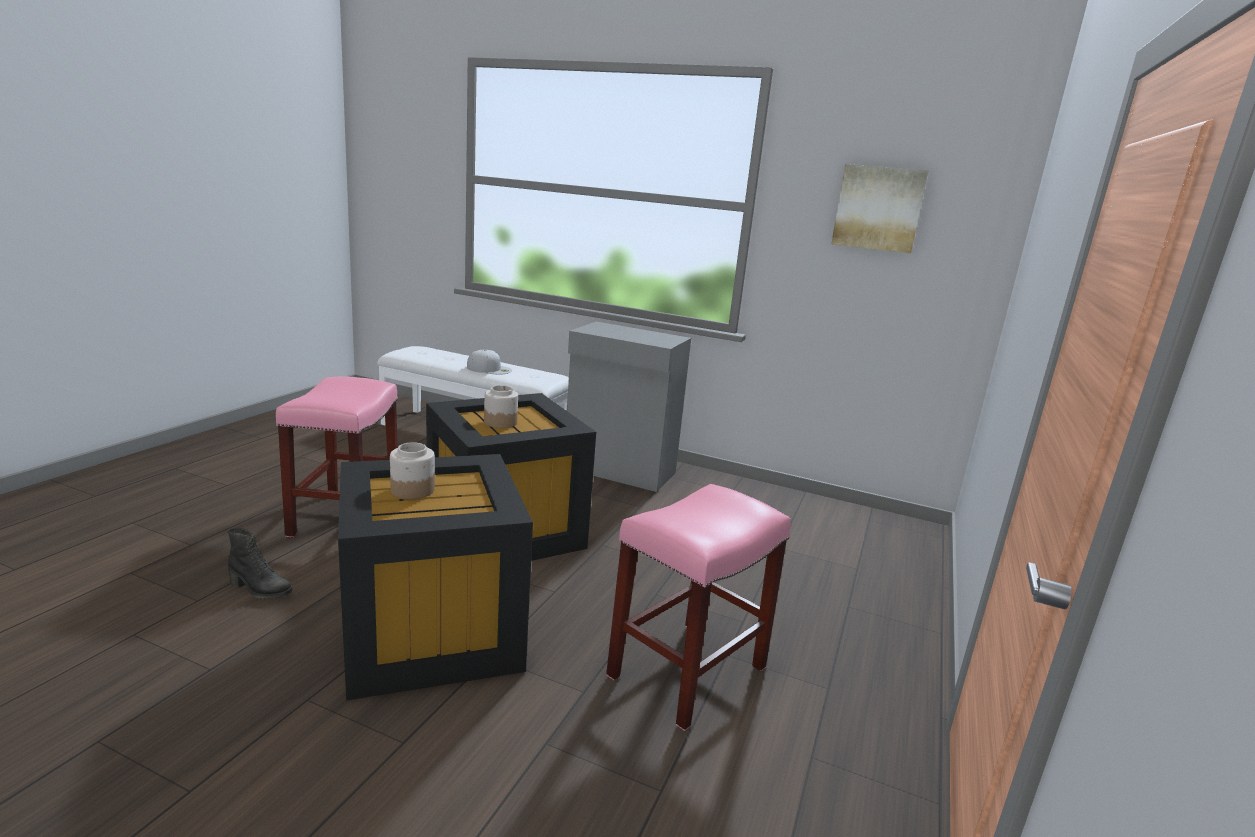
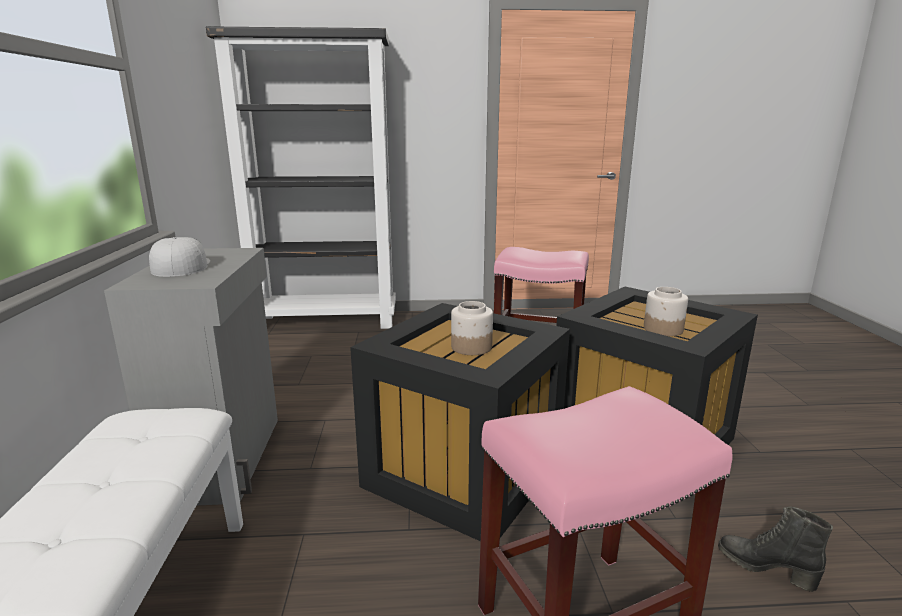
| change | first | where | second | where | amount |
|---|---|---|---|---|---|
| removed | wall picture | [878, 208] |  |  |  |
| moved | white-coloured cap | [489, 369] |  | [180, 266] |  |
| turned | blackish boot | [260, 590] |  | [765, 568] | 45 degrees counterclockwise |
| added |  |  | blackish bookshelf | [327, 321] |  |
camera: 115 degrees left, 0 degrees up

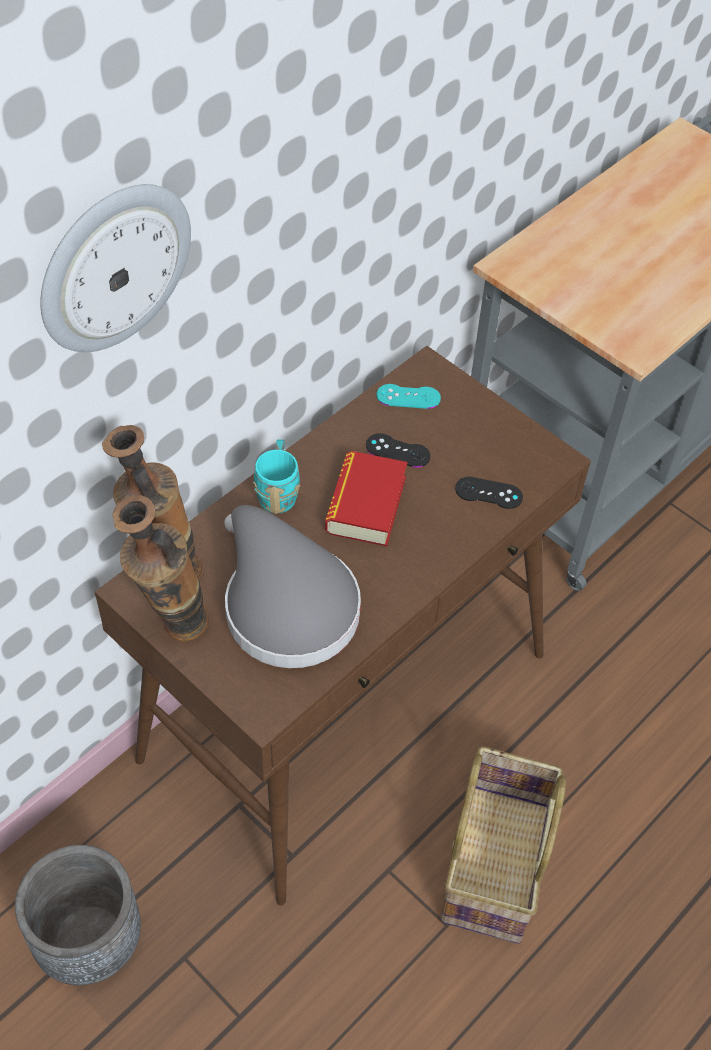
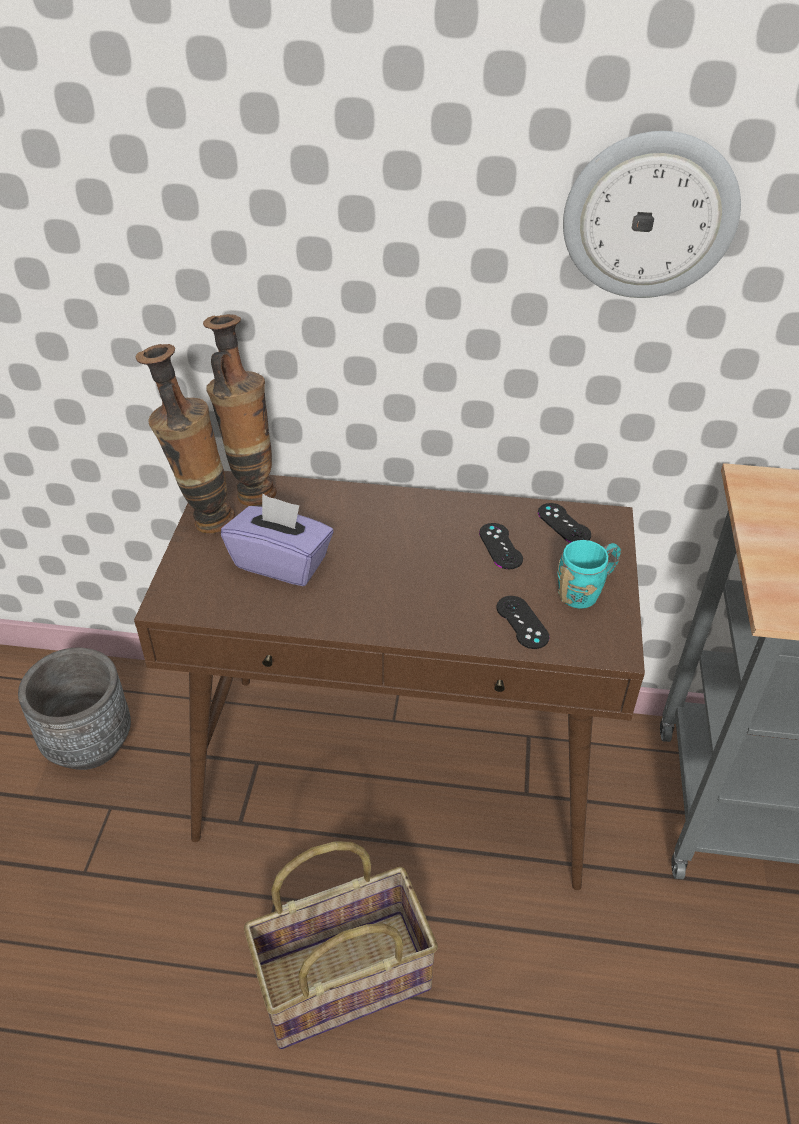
| change | first | where | second | where | amount |
|---|---|---|---|---|---|
| moved | clock on the wall | [113, 267] |  | [649, 216] |  |
| recoloured | turquoise-coloured joypad | [408, 397] | blackish joypad | [564, 524] |  |
| moved | turquoise-coloured tea mug | [278, 491] |  | [585, 591] |  |
| removed | bound book | [366, 504] |  |  |  |
| replaced | gray wearable hat | [285, 603] | purple-coloured tissue box | [281, 562] |  |
camera: 55 degrees right, 10 degrees down

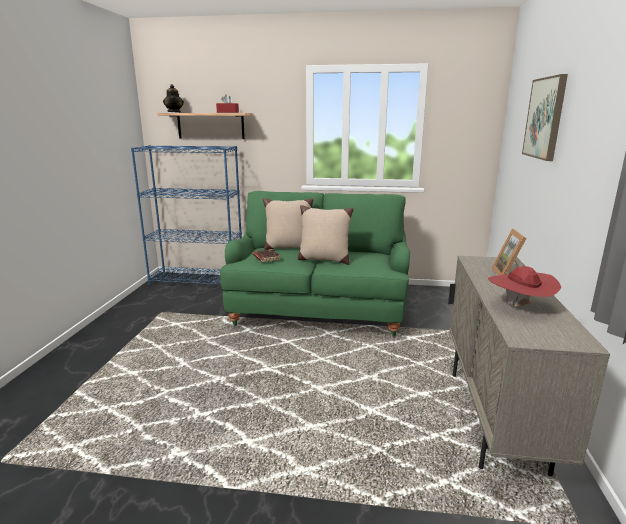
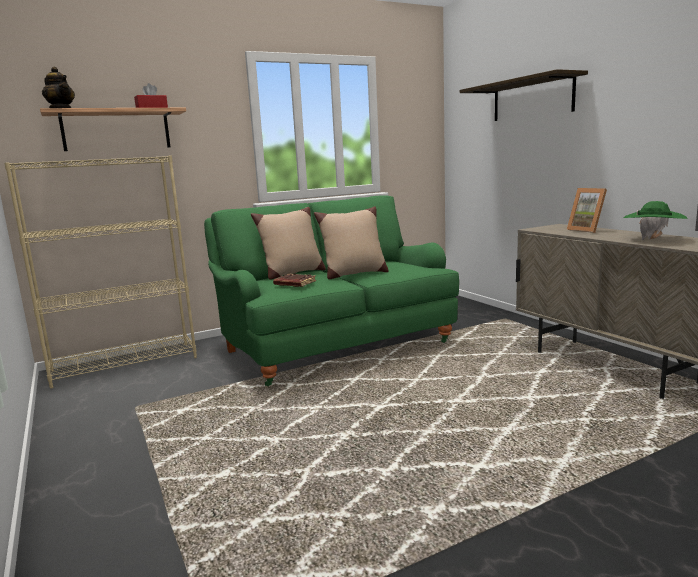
| change | first | where | second | where | amount |
|---|---|---|---|---|---|
| replaced | wall picture | [545, 118] | wall shelf | [532, 99] |  |
| recoloured | blue-coloured bookshelf | [198, 281] | sand-coloured bookshelf | [125, 363] |  |
| recoloured | reddish wearable hat | [519, 307] | green wearable hat | [652, 240] |  |
camera: 35 degrees left, 5 degrees down

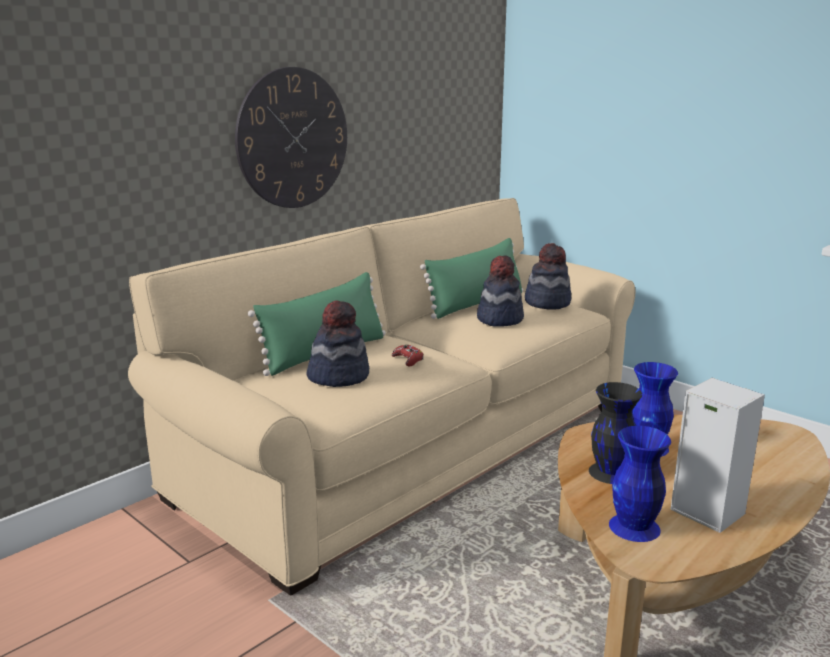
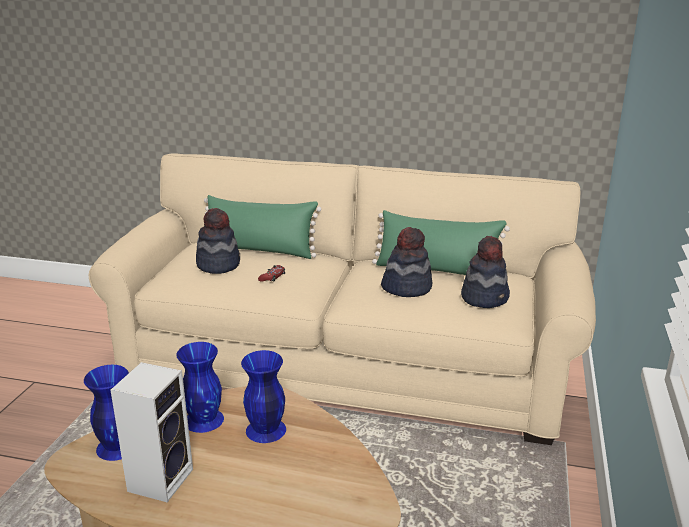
| change | first | where | second | where | amount |
|---|---|---|---|---|---|
| removed | clock on the wall | [293, 138] |  |  |  |
| recoloured | blackish vase | [610, 472] | blue-coloured vase | [203, 419] |  |
camera: 60 degrees right, 5 degrees up

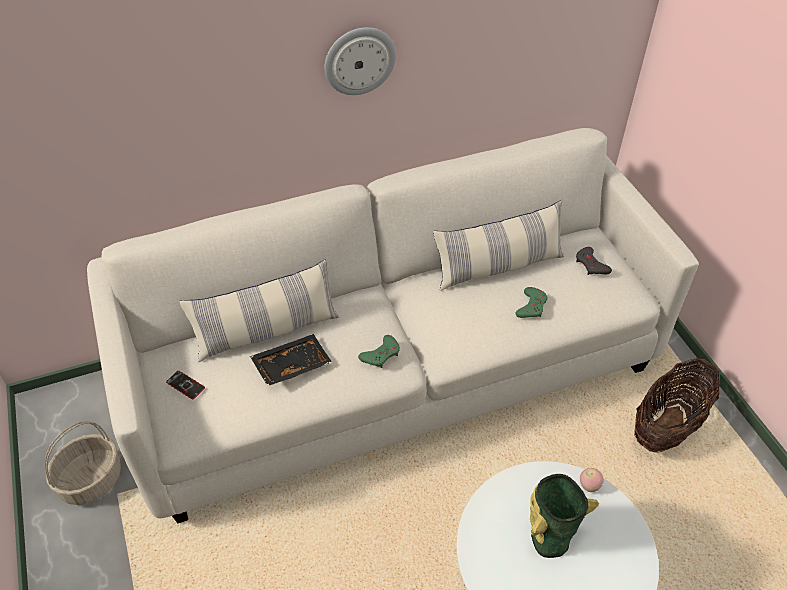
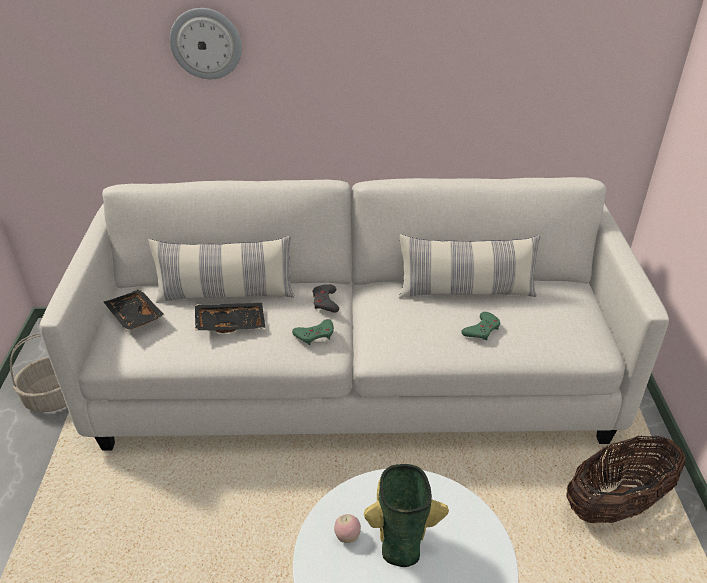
| change | first | where | second | where | amount |
|---|---|---|---|---|---|
| moved | clock on the wall | [359, 60] |  | [206, 43] |  |
| moved | gray joypad | [591, 265] |  | [325, 301] |  |
| replaced | phone | [185, 385] | blackish tray | [134, 317] |  |
| moved | whole apple | [589, 486] |  | [347, 536] |  |
camera: 20 degrees right, 10 degrees down

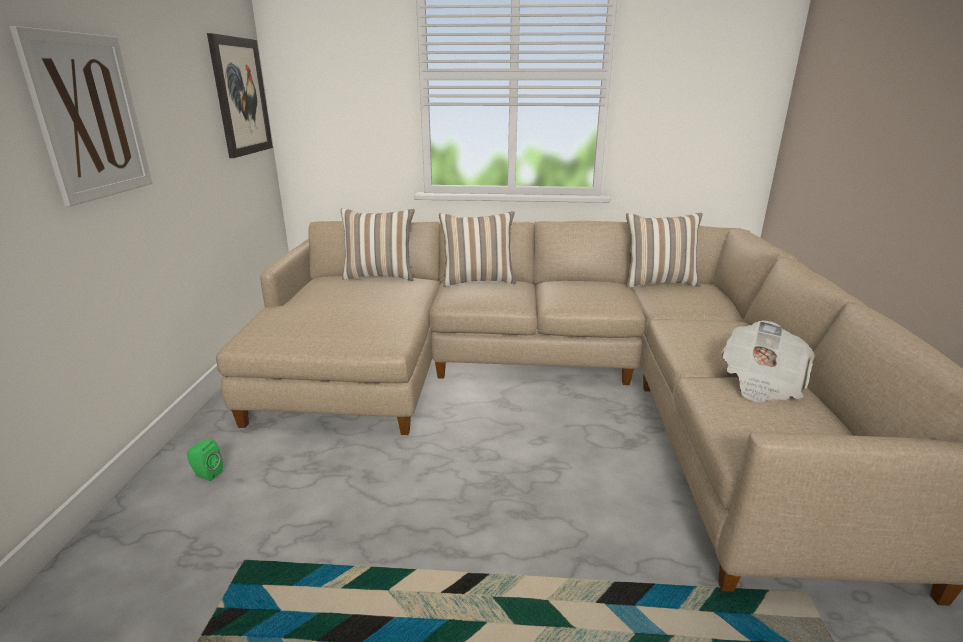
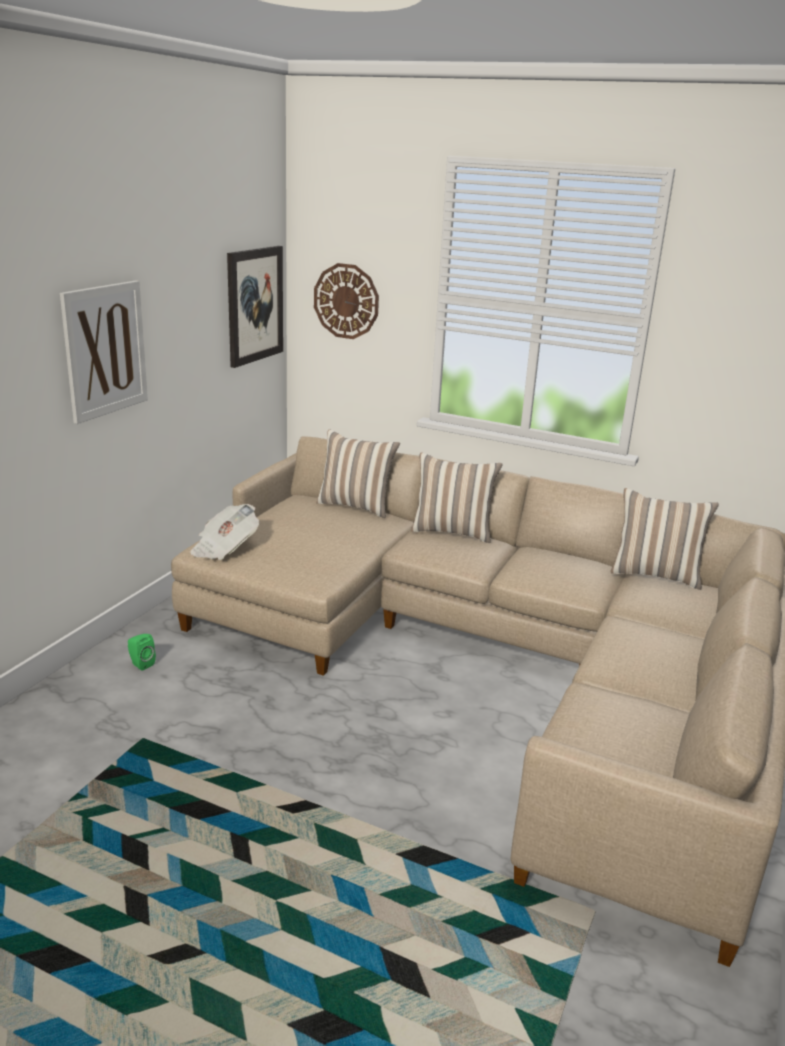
| change | first | where | second | where | amount |
|---|---|---|---|---|---|
| moved | newspaper | [761, 382] |  | [224, 548] |  |
| added |  |  | clock on the wall | [346, 301] |  |
camera: 20 degrees right, 0 degrees up

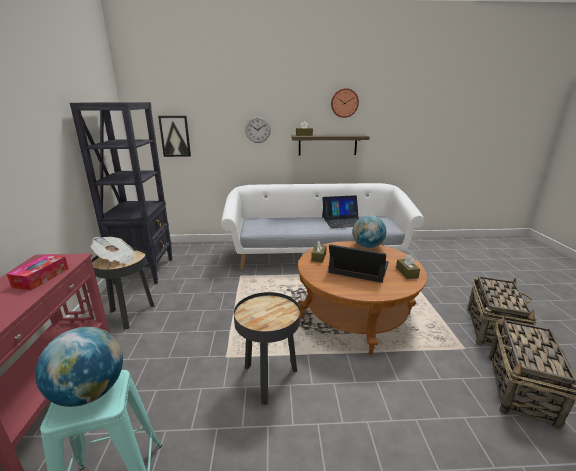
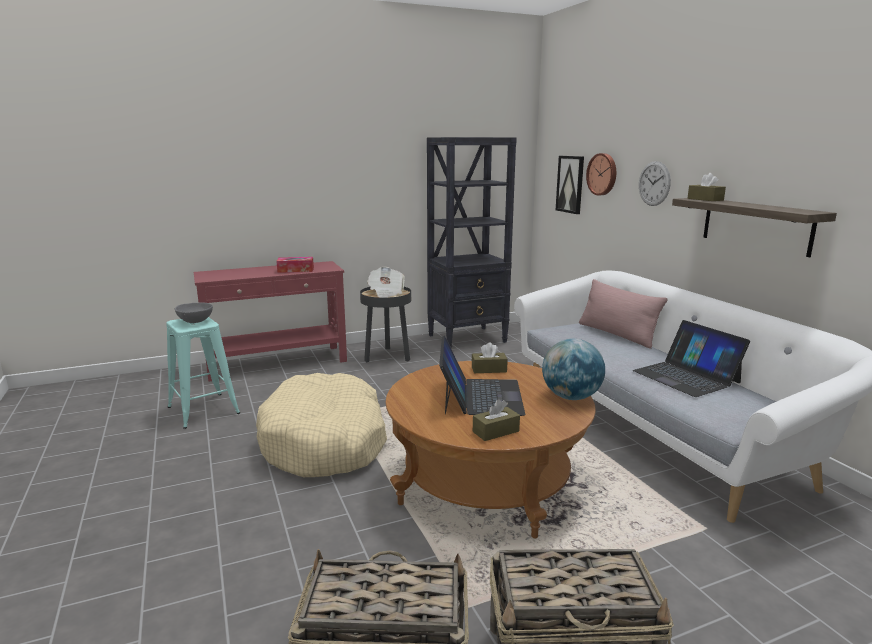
| change | first | where | second | where | amount |
|---|---|---|---|---|---|
| moved | clock on the wall | [344, 103] |  | [603, 174] |  |
| replaced | blackish side table | [268, 379] | sand-coloured dog bed | [325, 442] |  |
| replaced | globe | [90, 392] | gray serving bowl | [195, 322] |  |
| added |  |  | pinkish cushion | [616, 334] |  |
camera: 70 degrees right, 5 degrees down

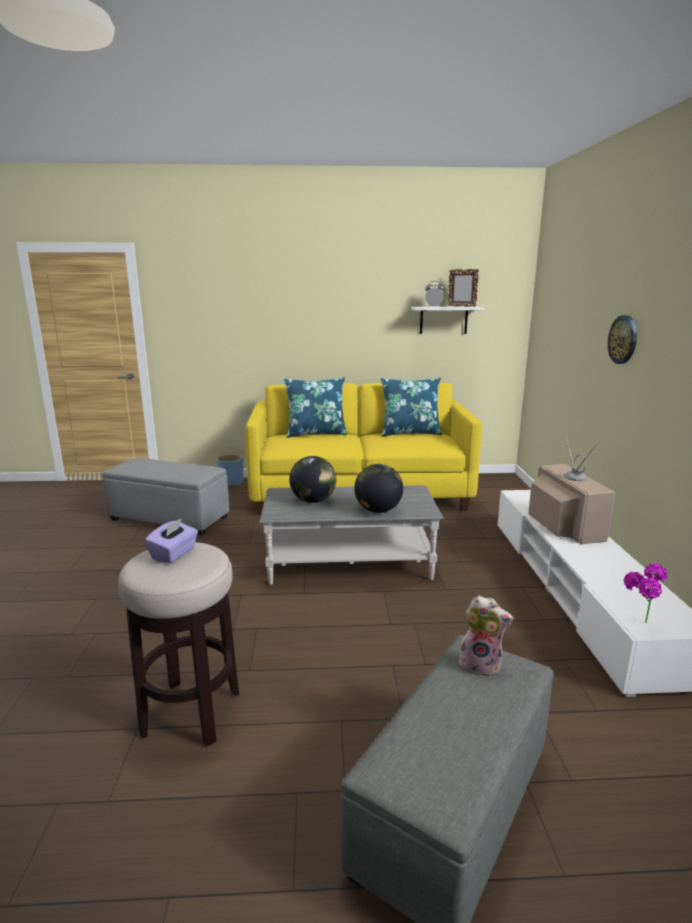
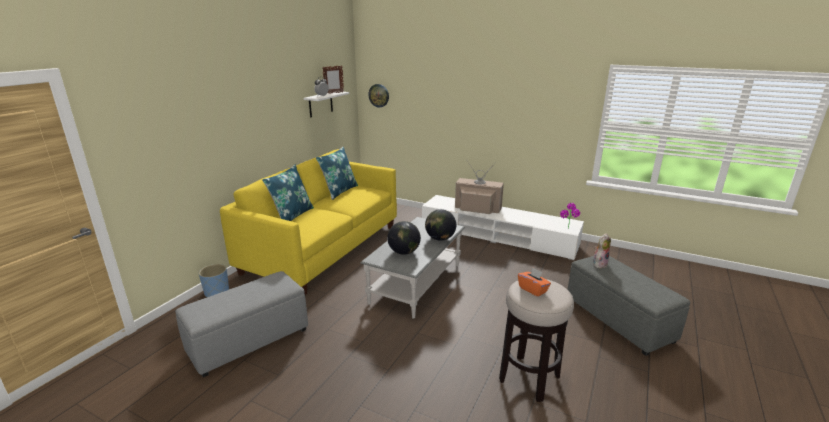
| change | first | where | second | where | amount |
|---|---|---|---|---|---|
| moved | clock on the wall | [623, 339] |  | [379, 95] |  |
| recoloured | purple-coloured tissue box | [174, 554] | orange tissue box | [533, 289] |  |
camera: 60 degrees left, 5 degrees up

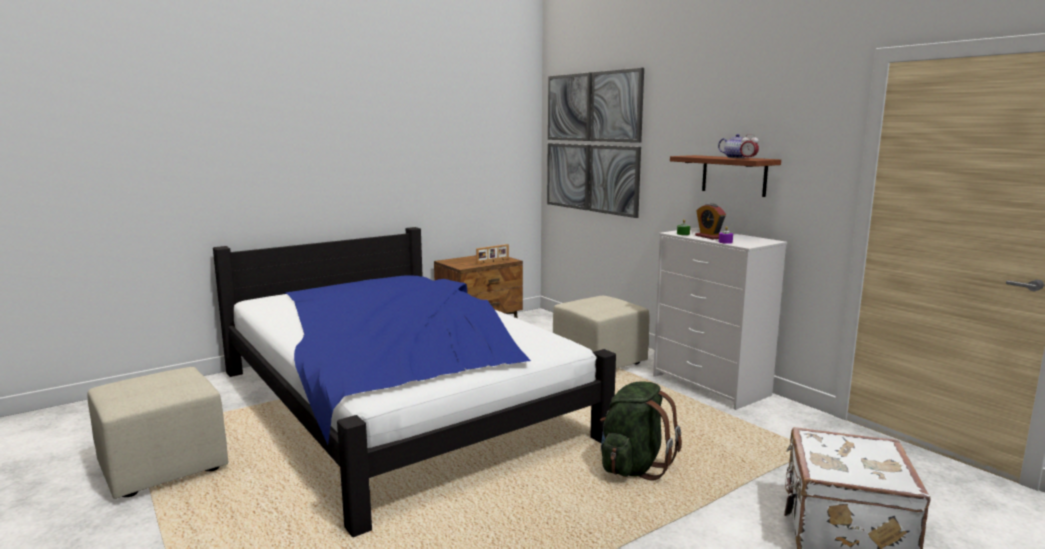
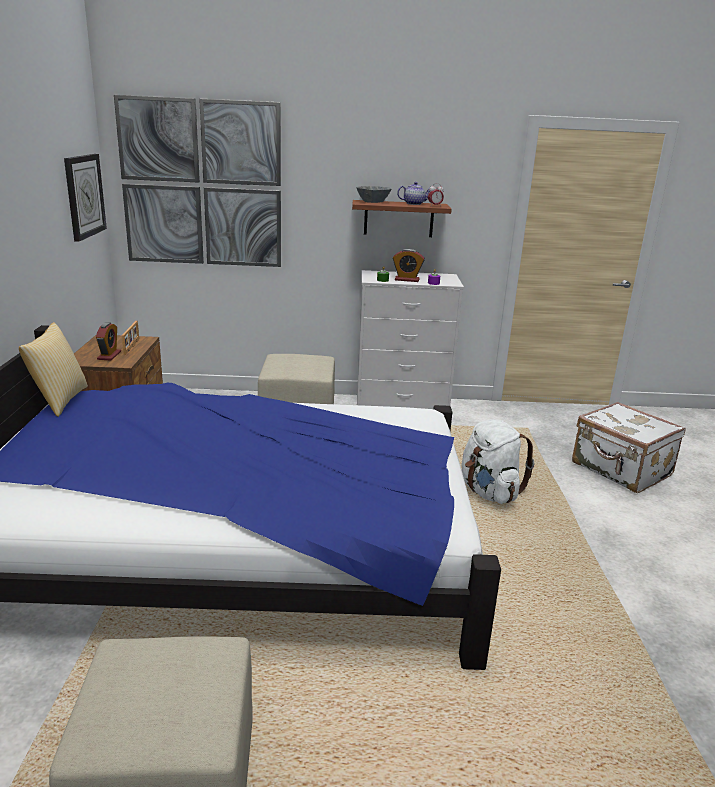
| change | first | where | second | where | amount |
|---|---|---|---|---|---|
| recoloured | green knapsack | [633, 466] | white-coloured knapsack | [489, 492] |  |
| added |  |  | clock on the wall | [84, 196] |  |
| added |  |  | gray serving bowl | [373, 202] |  |
| added |  |  | cushion | [59, 401] |  |
| added |  |  | bedside clock | [109, 355] |  |
camera: 55 degrees left, 10 degrees up

